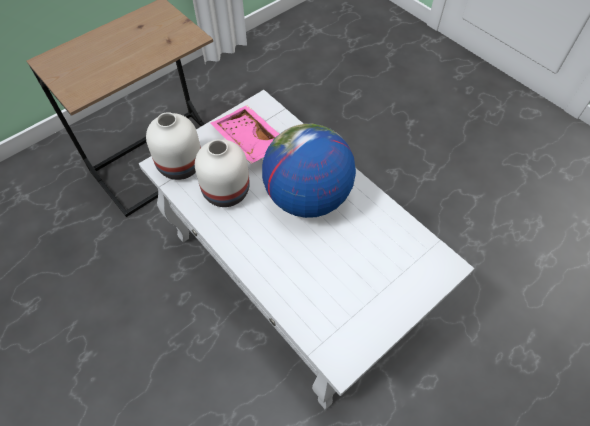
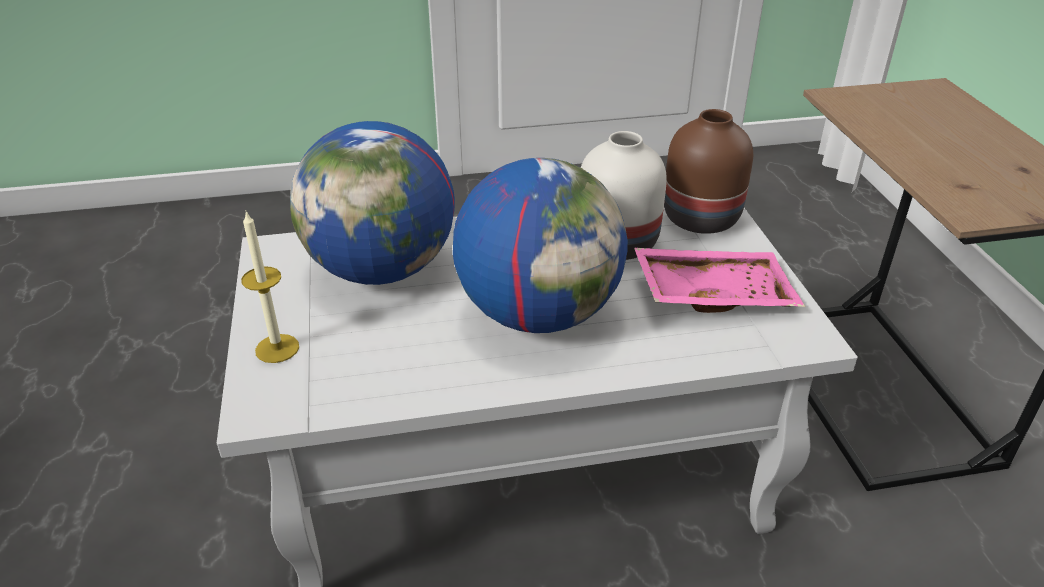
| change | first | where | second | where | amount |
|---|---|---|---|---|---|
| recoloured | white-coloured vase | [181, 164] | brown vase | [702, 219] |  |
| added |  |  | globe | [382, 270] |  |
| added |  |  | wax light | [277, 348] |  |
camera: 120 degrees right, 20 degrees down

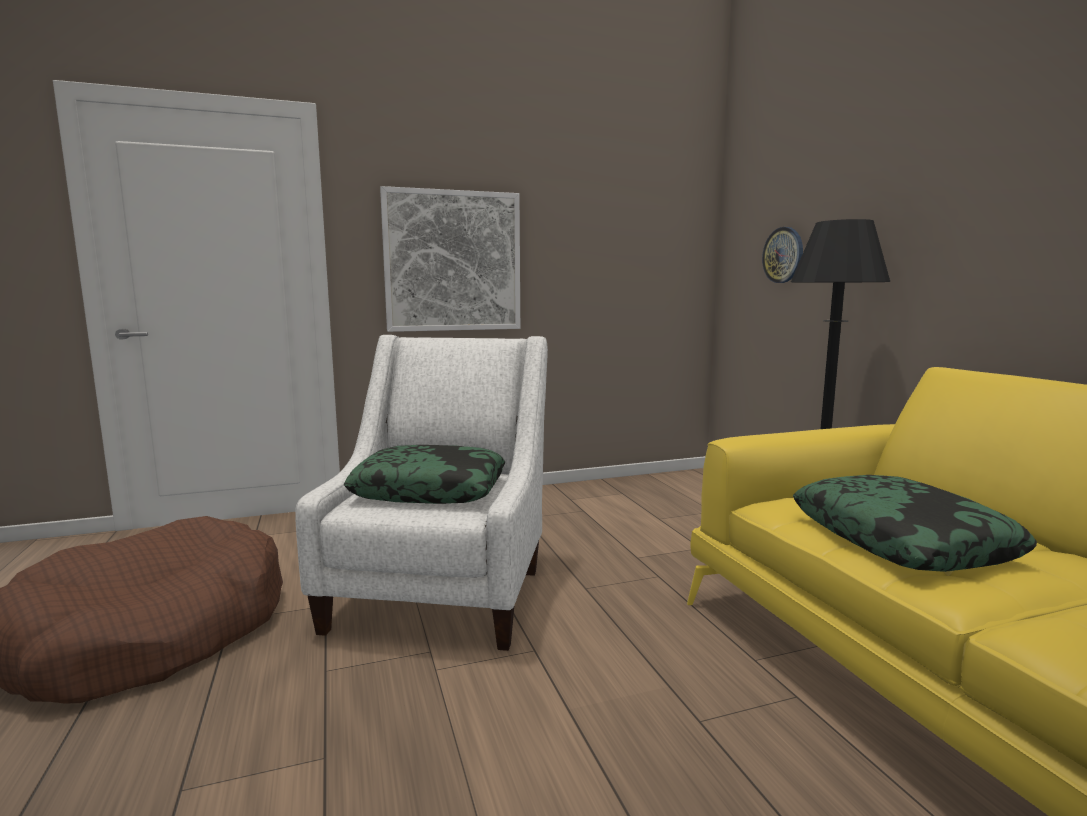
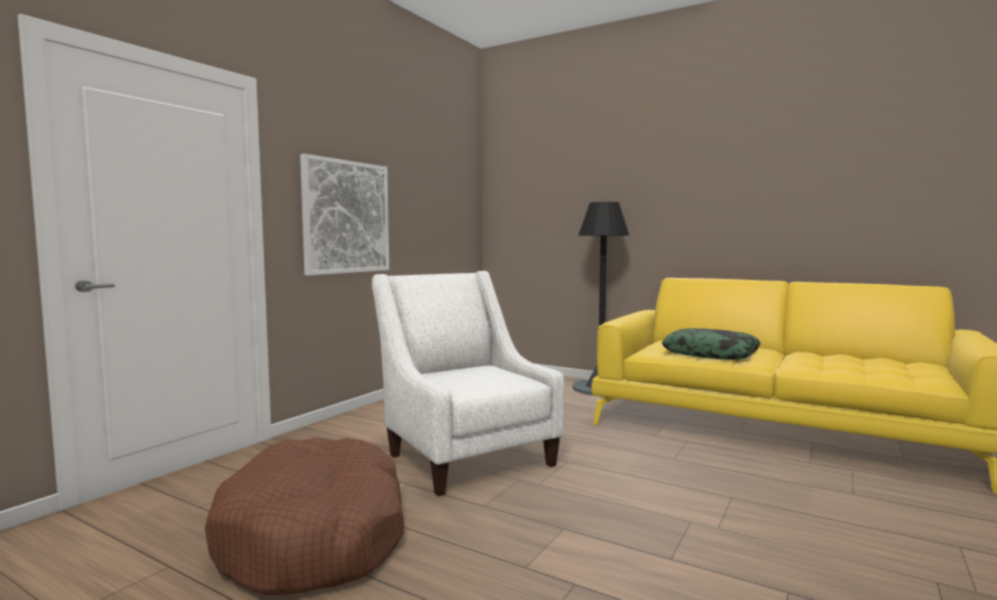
| change | first | where | second | where | amount |
|---|---|---|---|---|---|
| removed | clock on the wall | [783, 255] |  |  |  |
| removed | cushion | [430, 490] |  |  |  |
camera: 40 degrees left, 5 degrees down

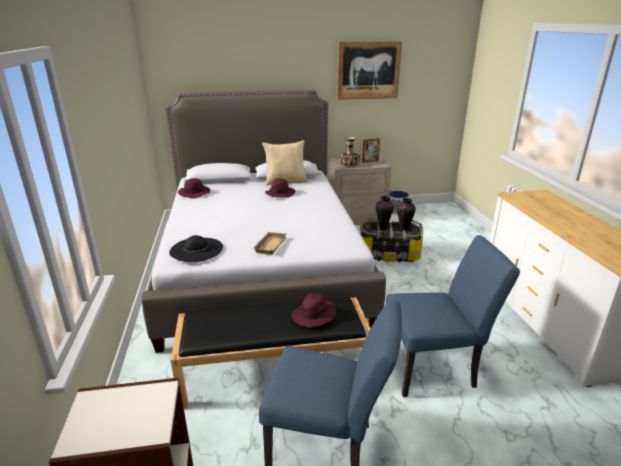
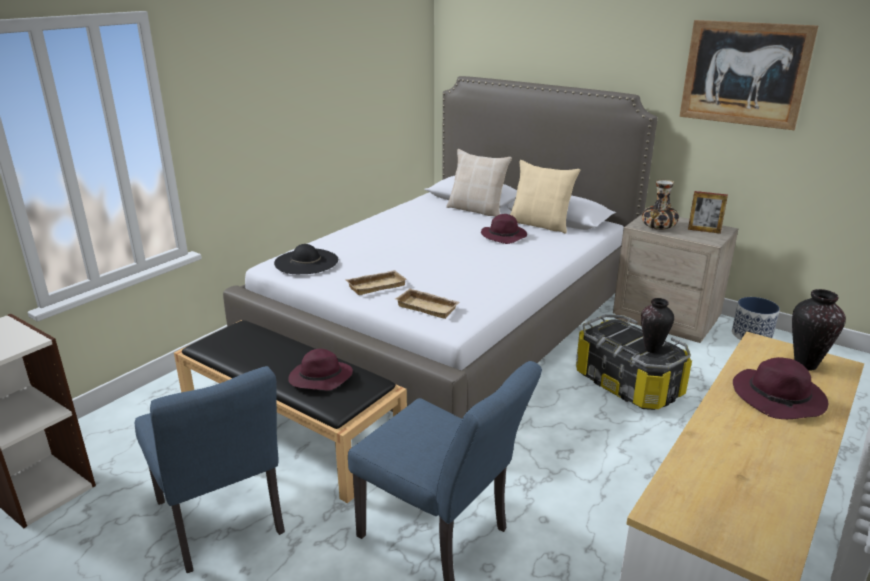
| change | first | where | second | where | amount |
|---|---|---|---|---|---|
| moved | purple-coloured wearable hat | [195, 193] |  | [779, 398] |  |
| moved | vase | [382, 226] |  | [805, 364] |  |
| added |  |  | sand-coloured cushion | [477, 210] |  |
| added |  |  | sand-coloured tray | [429, 307] |  |
camera: 45 degrees right, 0 degrees up

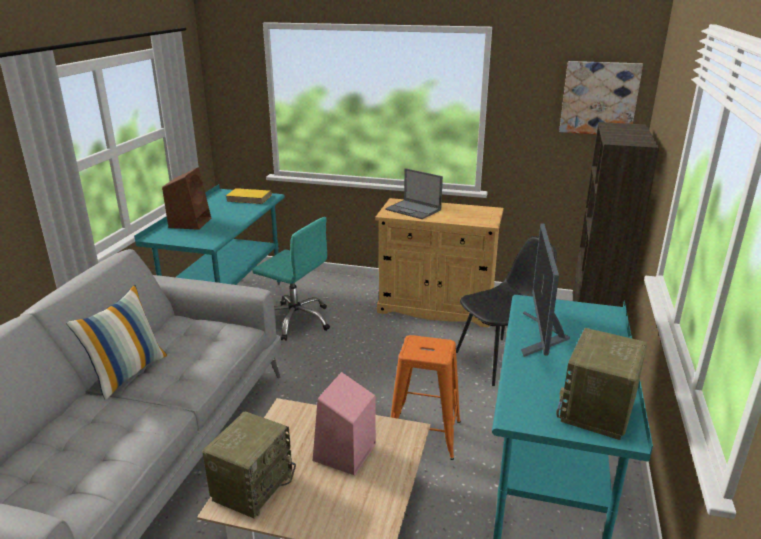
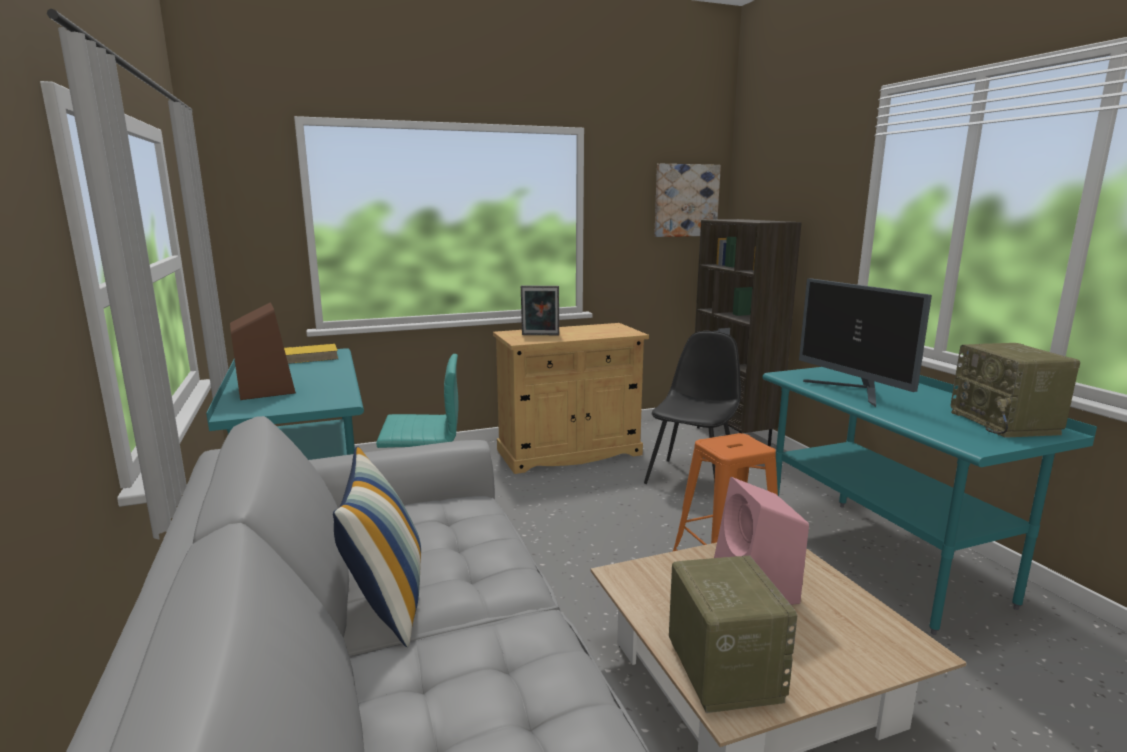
| change | first | where | second | where | amount |
|---|---|---|---|---|---|
| replaced | notebook computer | [414, 210] | picture frame | [540, 335] |  |
camera: 35 degrees left, 10 degrees down

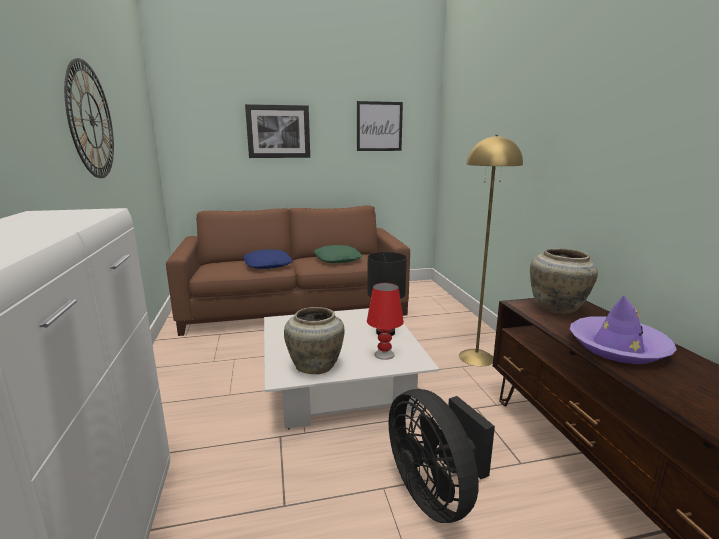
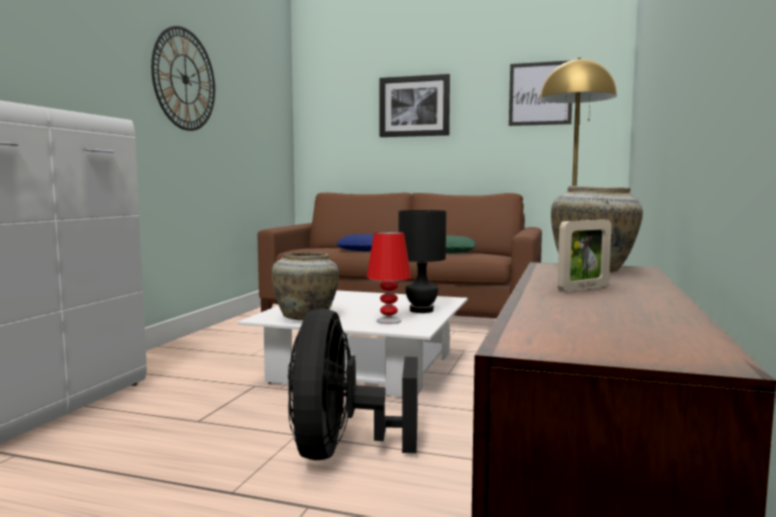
| change | first | where | second | where | amount |
|---|---|---|---|---|---|
| replaced | purple-coloured wearable hat | [617, 347] | picture frame | [583, 288] |  |
camera: 30 degrees right, 10 degrees down

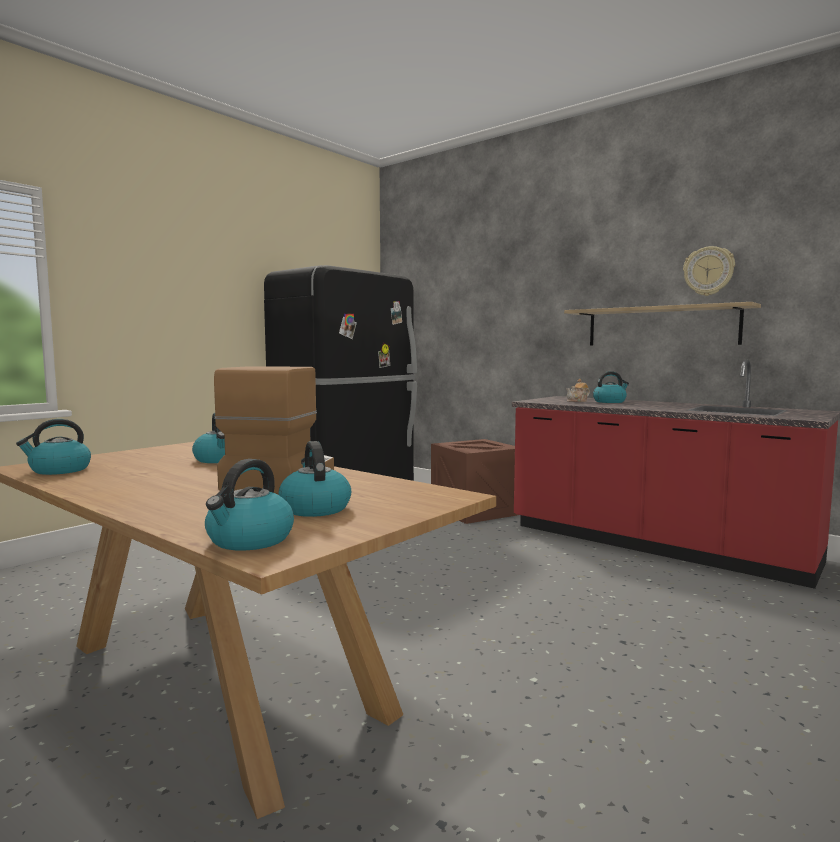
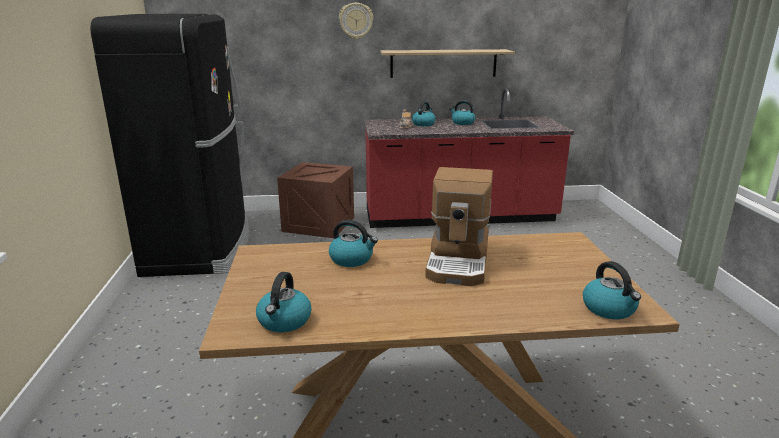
| change | first | where | second | where | amount |
|---|---|---|---|---|---|
| moved | clock on the wall | [708, 271] |  | [356, 21] |  |
| turned | coffee brewer | [280, 479] |  | [459, 261] | 135 degrees counterclockwise |
| moved | tea kettle | [314, 508] |  | [462, 123] |  |
camera: 45 degrees left, 15 degrees up

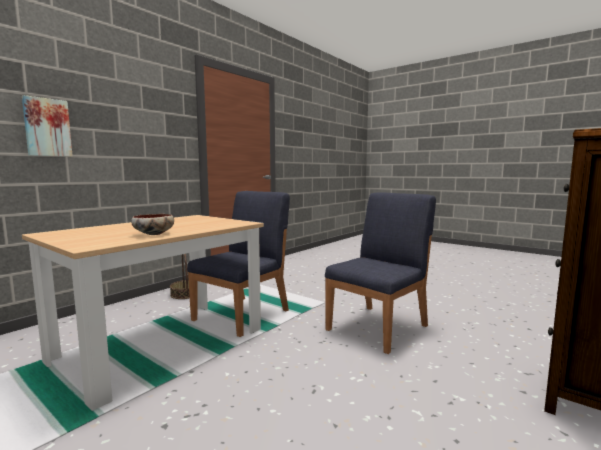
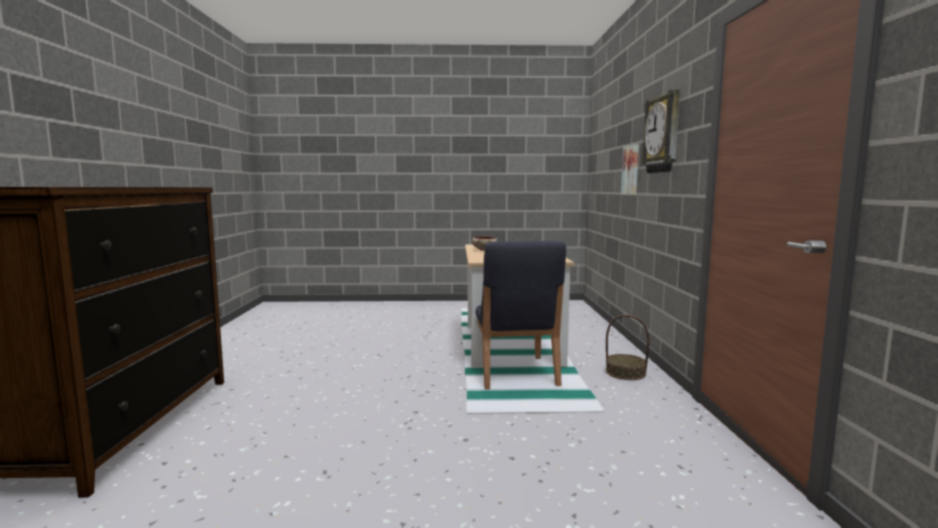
| change | first | where | second | where | amount |
|---|---|---|---|---|---|
| removed | blue-coloured plain chair | [378, 327] |  |  |  |
| added |  |  | clock on the wall | [663, 134] |  |
camera: 140 degrees right, 0 degrees up

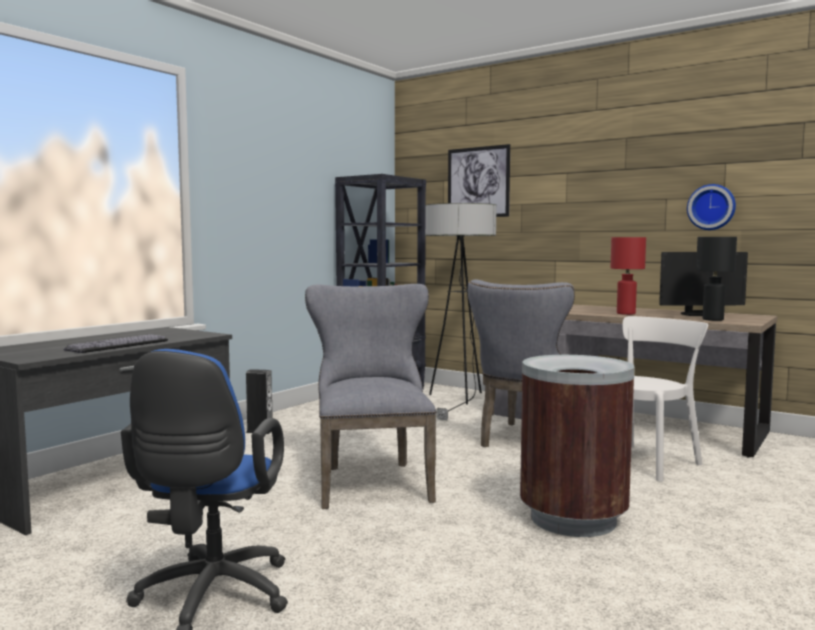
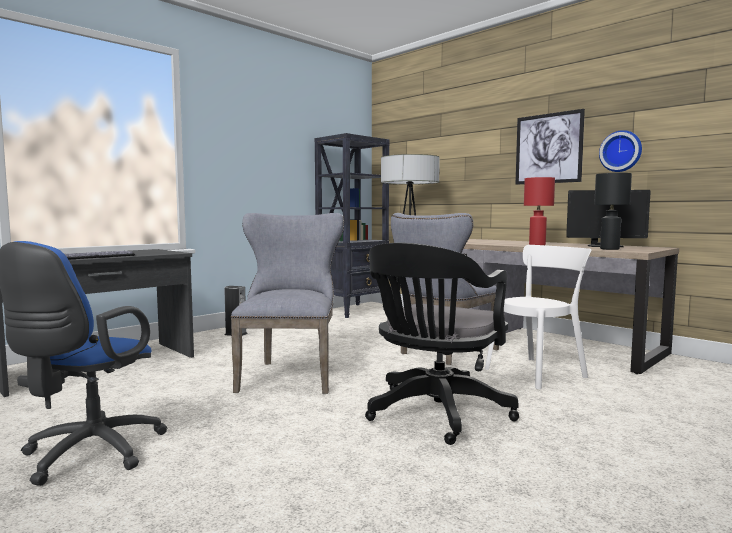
| change | first | where | second | where | amount |
|---|---|---|---|---|---|
| moved | wall picture | [478, 182] |  | [548, 148] |  |
| replaced | brown rubbish bin | [572, 519] | blackish desk chair | [435, 414] |  |
camera: 10 degrees right, 0 degrees up

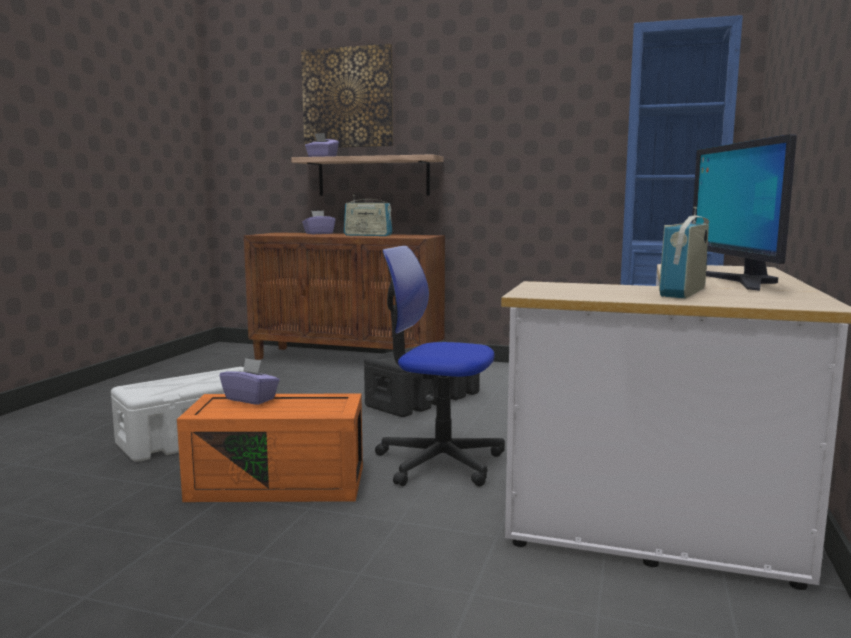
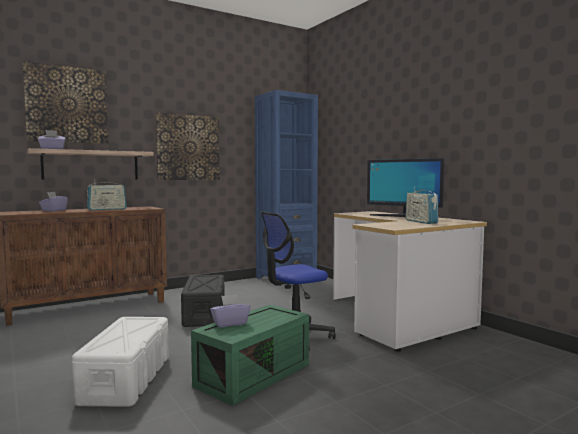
| change | first | where | second | where | amount |
|---|---|---|---|---|---|
| recoloured | orange storage container | [281, 482] | green storage container | [253, 374] |  |
| added |  |  | wall picture | [188, 147] |  |
camera: 50 degrees left, 5 degrees down

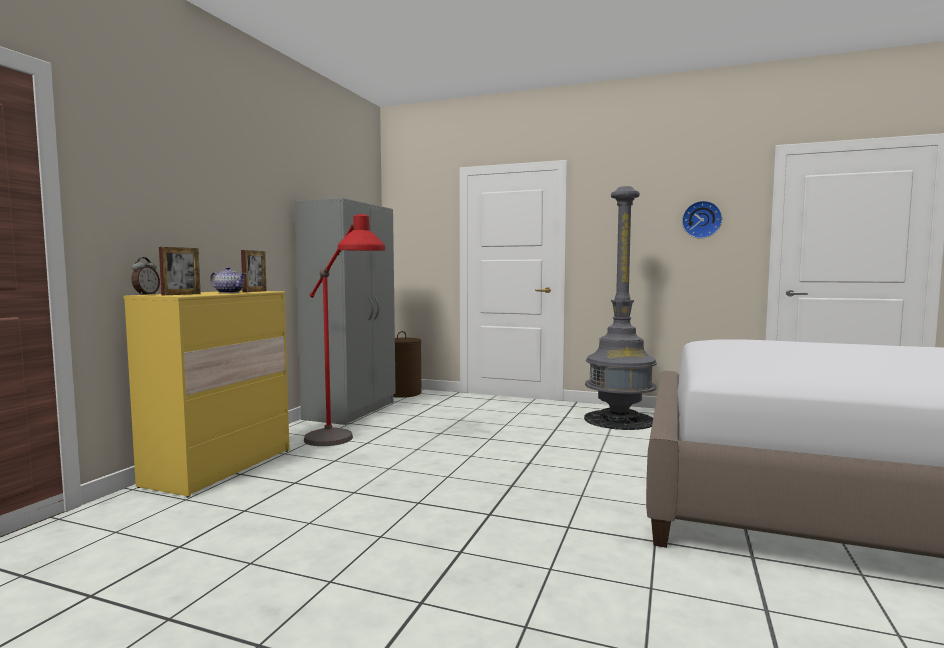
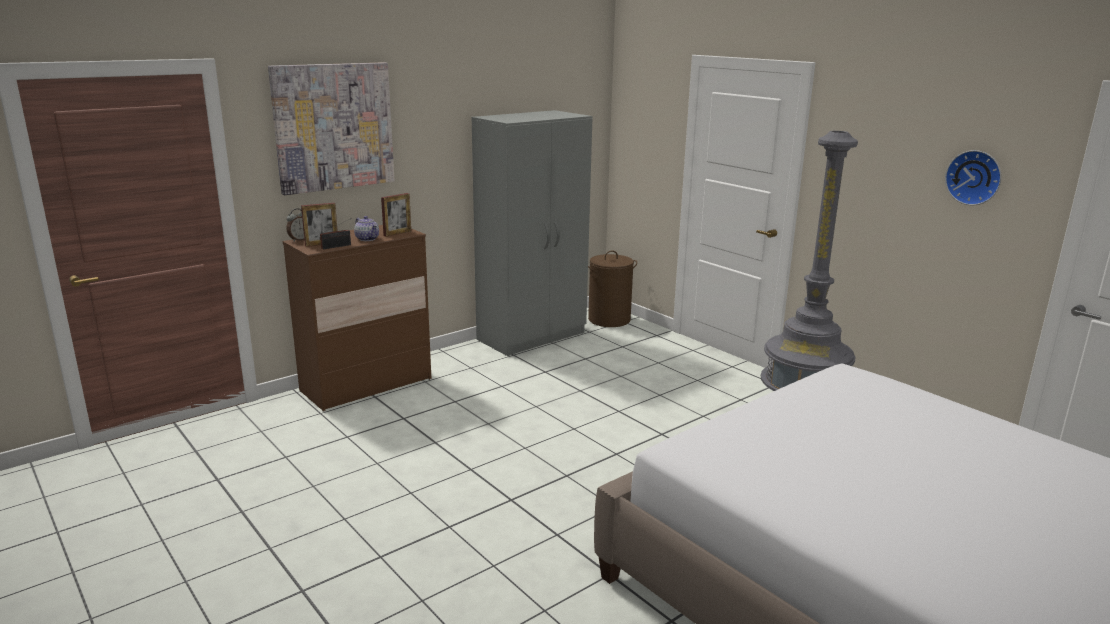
| change | first | where | second | where | amount |
|---|---|---|---|---|---|
| removed | reddish floor lamp | [342, 447] |  |  |  |
| recoloured | yellow-coloured dresser | [219, 467] | brown dresser | [366, 385] |  |
| added |  |  | wall picture | [333, 127] |  |
| added |  |  | radio set | [338, 246] |  |
camera: 30 degrees right, 15 degrees up

